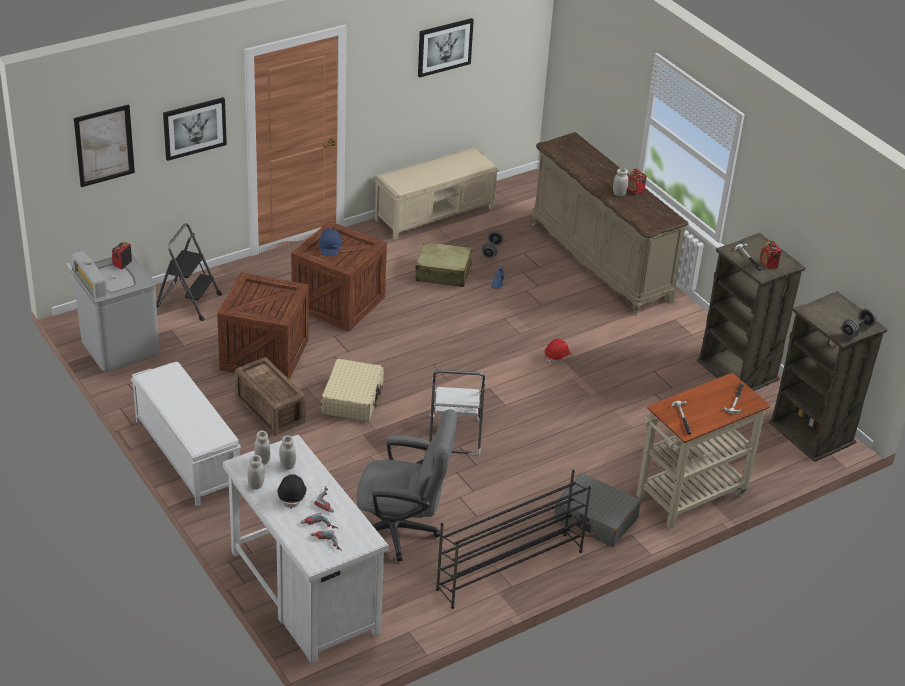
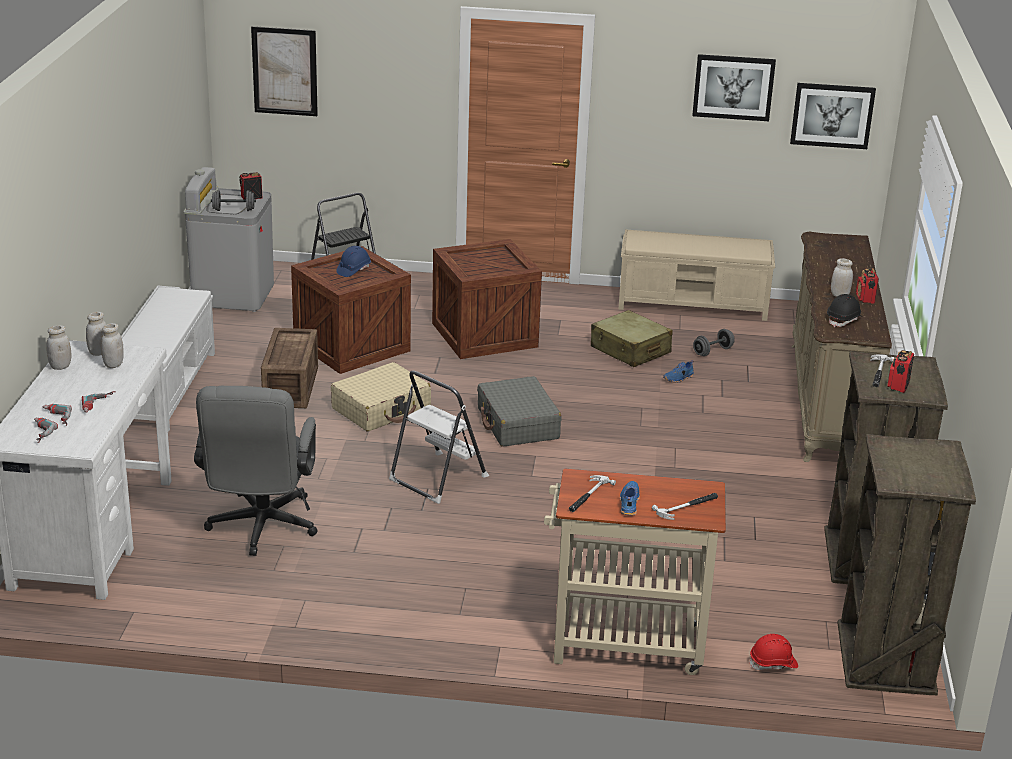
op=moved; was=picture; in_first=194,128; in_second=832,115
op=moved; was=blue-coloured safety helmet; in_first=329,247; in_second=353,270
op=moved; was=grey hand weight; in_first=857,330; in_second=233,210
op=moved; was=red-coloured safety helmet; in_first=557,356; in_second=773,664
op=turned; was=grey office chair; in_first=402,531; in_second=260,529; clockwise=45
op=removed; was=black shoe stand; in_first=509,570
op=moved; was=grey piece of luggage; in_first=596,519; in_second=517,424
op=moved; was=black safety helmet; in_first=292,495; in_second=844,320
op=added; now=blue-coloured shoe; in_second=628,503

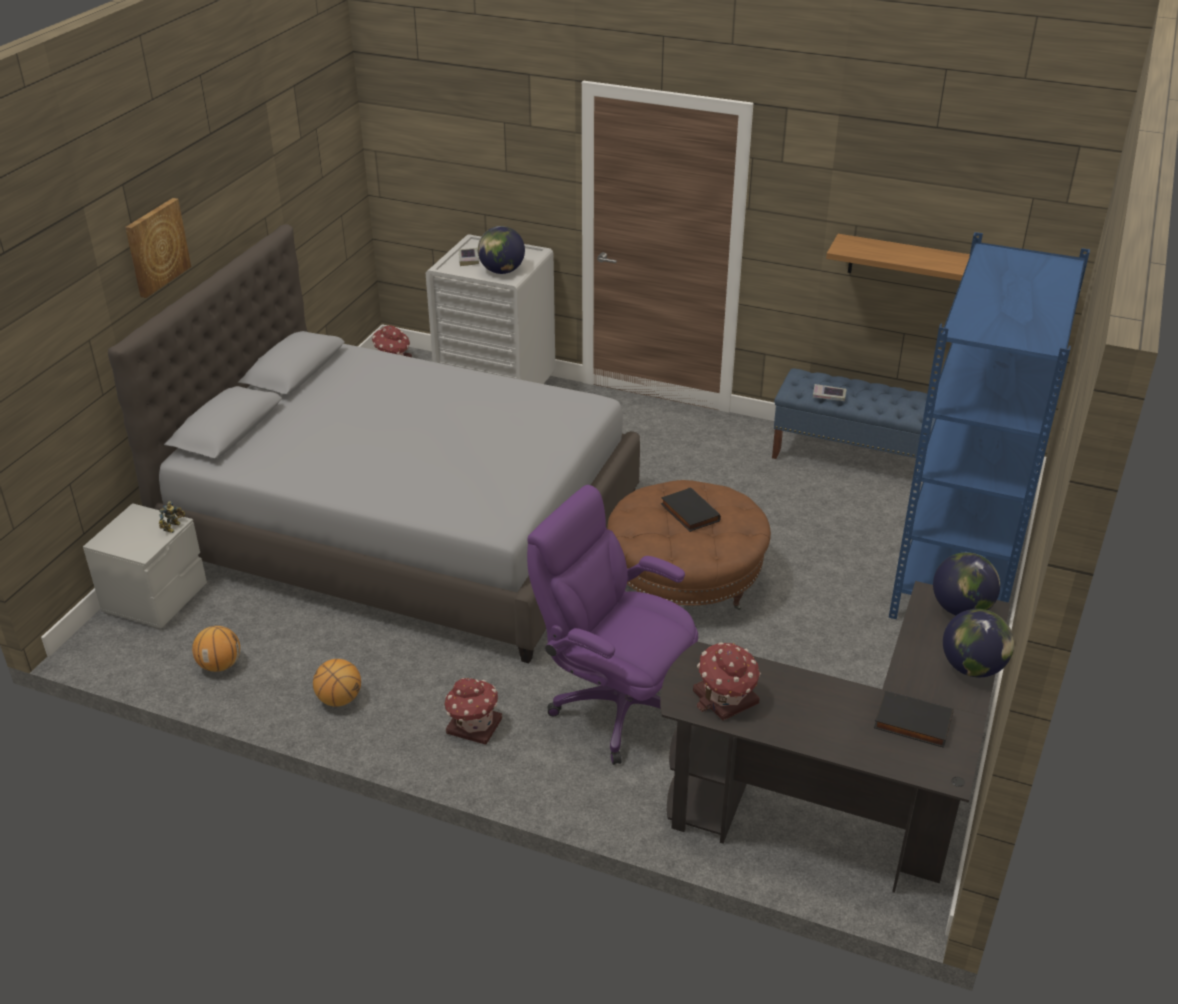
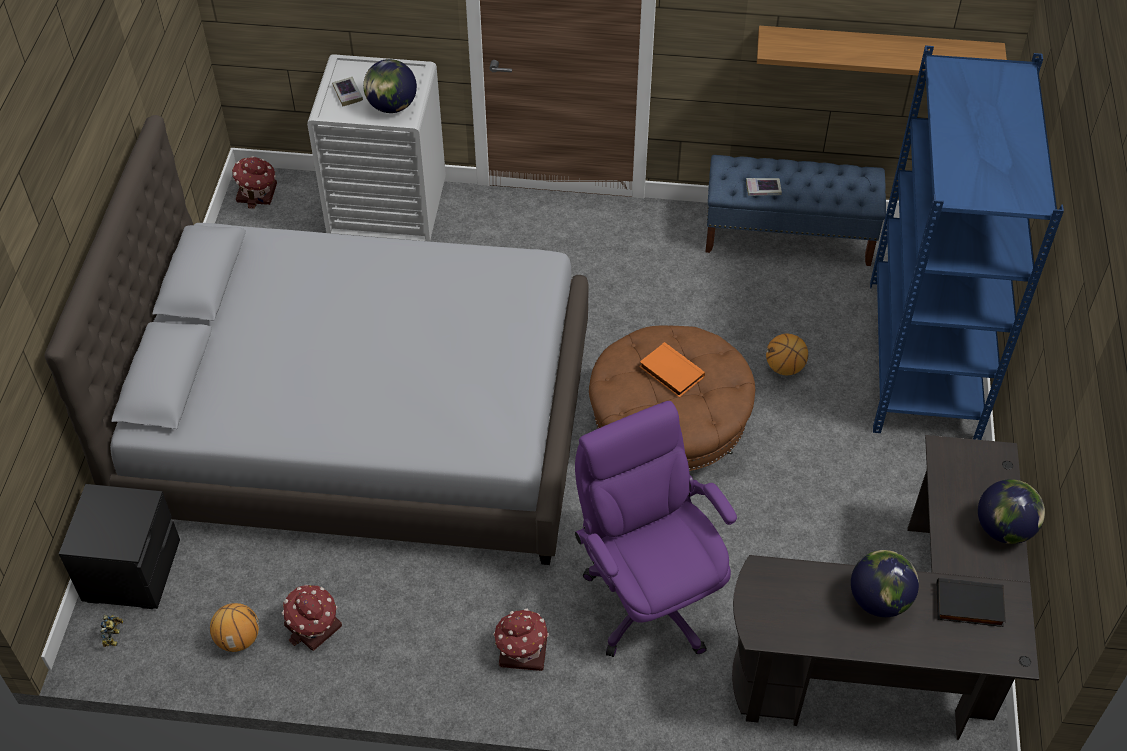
op=removed; was=picture; in_first=156,247
op=turned; was=purplish office chair; in_first=615,703; in_second=648,593; clockwise=45
op=recoloured; was=black volume; now=orange-coloured volume; in_first=688,513; in_second=670,372
op=moved; was=toy robot; in_first=173,527; in_second=114,637
op=recoloured; was=whitish bedside table; now=black bedside table; in_first=154,598; in_second=130,571
op=moved; was=globe; in_first=961,609; in_second=879,600
op=moved; was=miniature house; in_first=726,698; in_second=314,627
op=moved; was=basketball; in_first=339,699; in_second=784,367

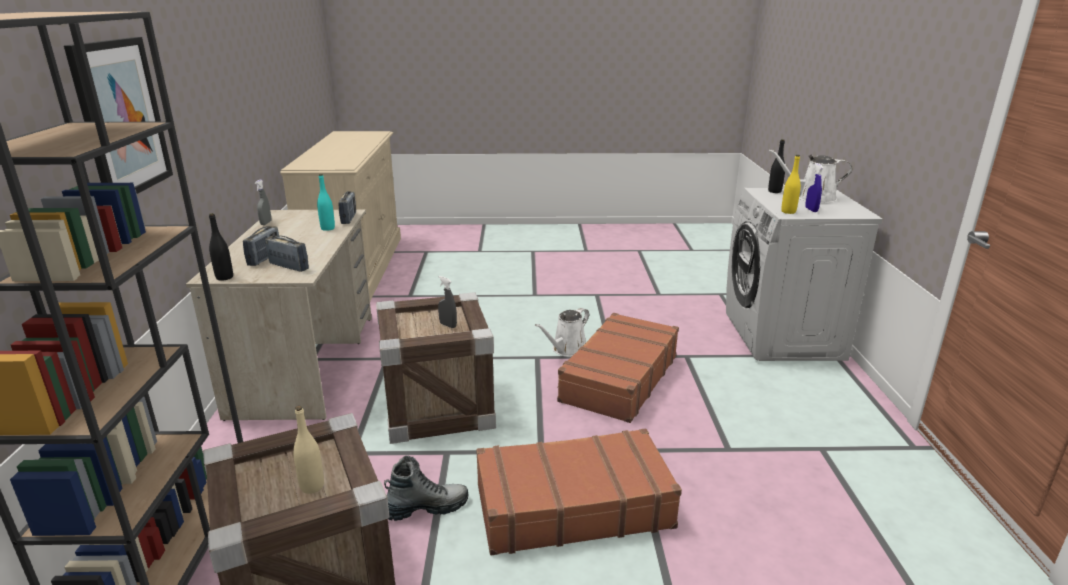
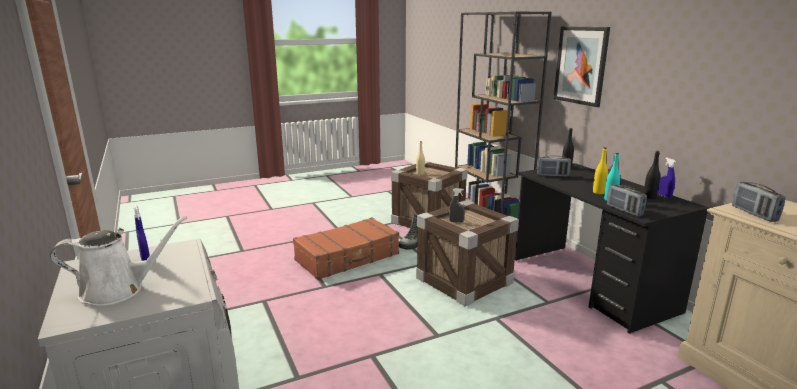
op=moved; was=black bottle; in_first=774,191; in_second=649,197
op=moved; was=yellow-coloured bottle; in_first=788,212; in_second=598,192
op=recoloured; was=grey sprayer; now=blue-coloured sprayer; in_first=266,223; in_second=664,196
op=recoloured; was=beige desk; now=black desk; in_first=306,363; in_second=591,284
op=moved; was=radio receiver; in_first=264,258; in_second=754,214
op=removed; was=whitish sprinkling can; in_first=567,350
op=removed; was=brown piece of luggage; in_first=618,378

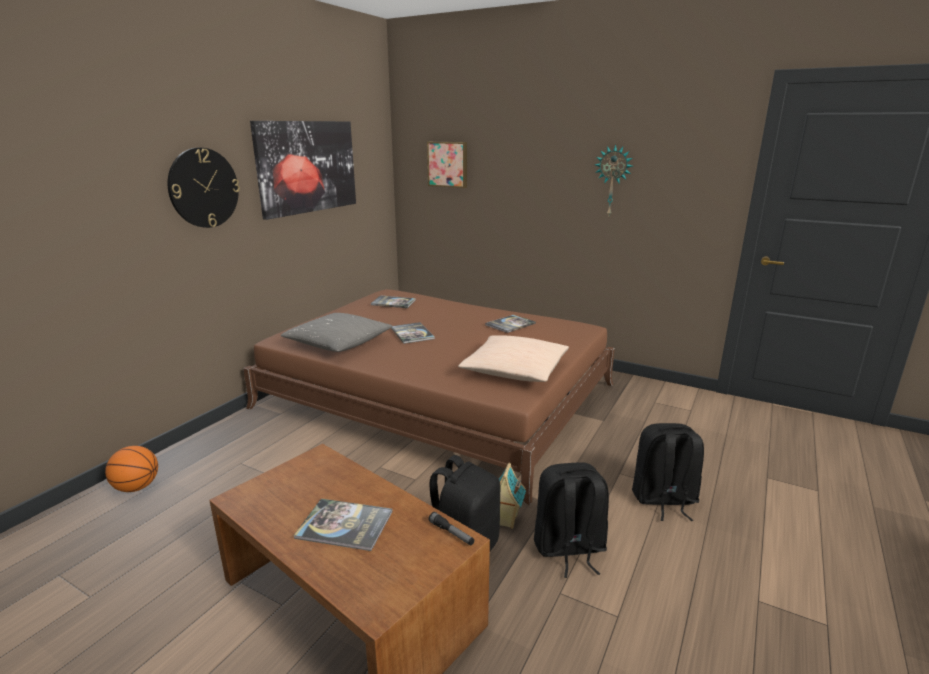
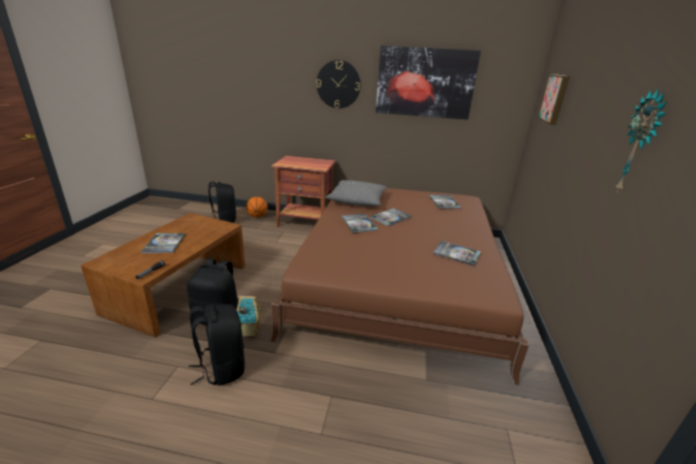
op=removed; was=beige throw pillow; in_first=515,370
op=moved; was=black backpack; in_first=663,500; in_second=224,220
op=added; now=bedside table; in_second=305,222
op=added; now=volume; in_second=359,223

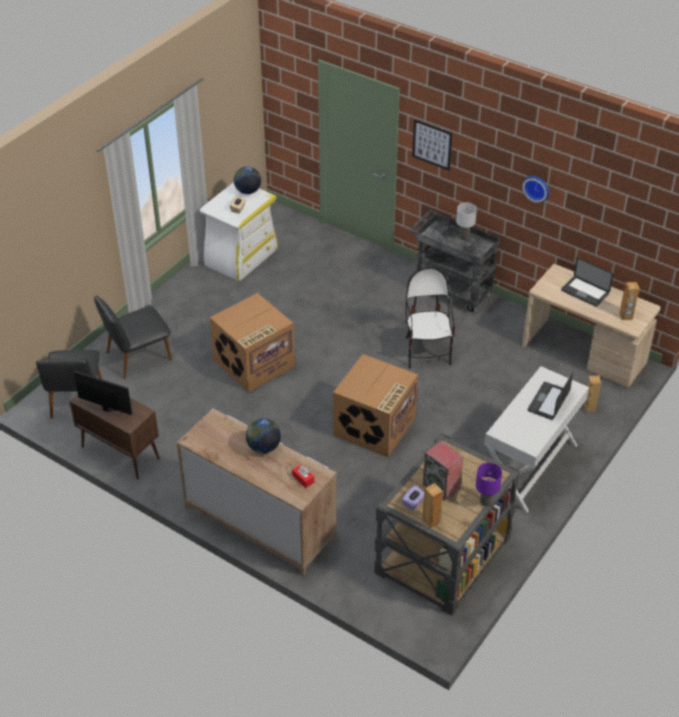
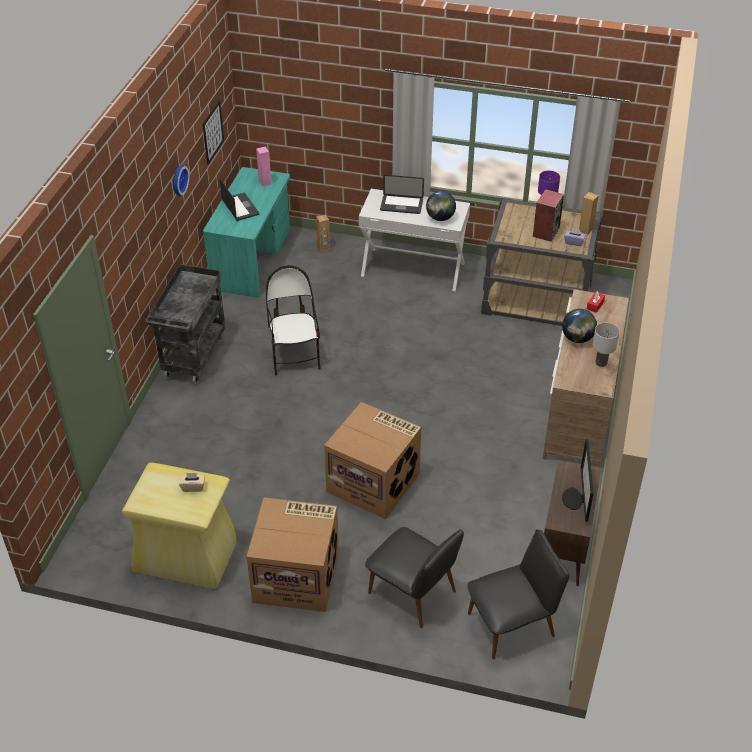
op=moved; was=picture; in_first=432,144; in_second=213,132
op=moved; was=globe; in_first=247,191; in_second=440,218
op=recoloured; was=whitish bedside table; now=yellow-coloured bedside table; in_first=242,257; in_second=185,555
op=moved; was=whitish table lamp; in_first=463,237; in_second=601,364
op=turned; was=laptop; in_first=585,292; in_second=240,207; clockwise=-45
op=recoloured; was=beige desk; now=turquoise-coloured desk; in_first=584,353; in_second=252,259
op=turned; was=plain chair; in_first=427,352; in_second=294,357; clockwise=105
op=recoloured; was=brown audio speaker; now=pink audio speaker; in_first=626,316; in_second=265,182
op=moved; was=packing box; in_first=375,427; in_second=297,576

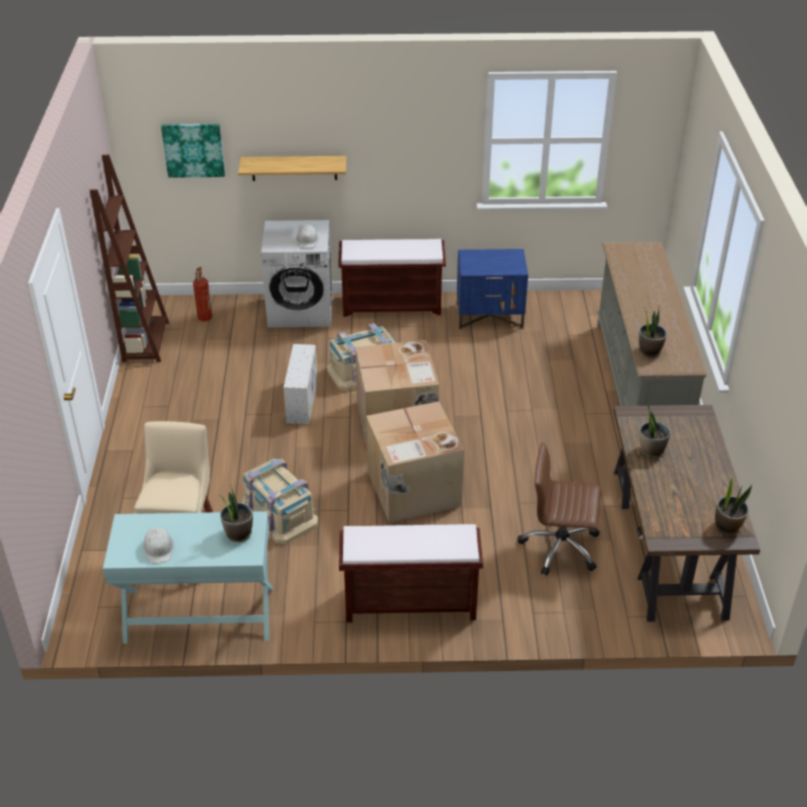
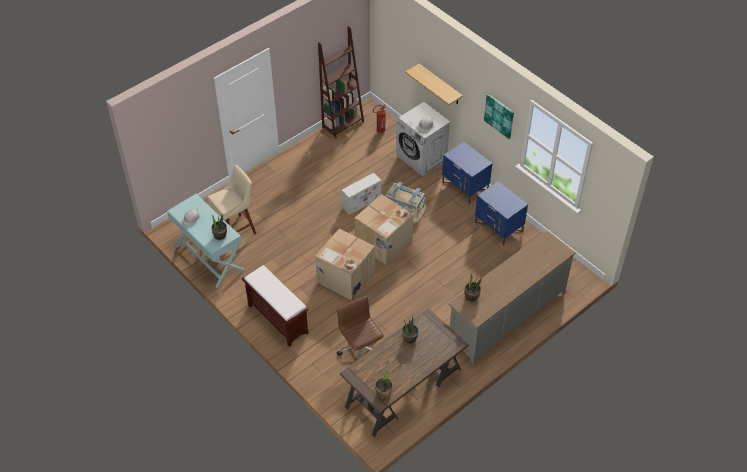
op=moved; was=picture; in_first=193,149; in_second=499,115
op=replaced; was=brown long seat; now=blue-coloured bedside table; in_first=393,305; in_second=465,186
op=removed; was=beige storage box; in_first=279,514

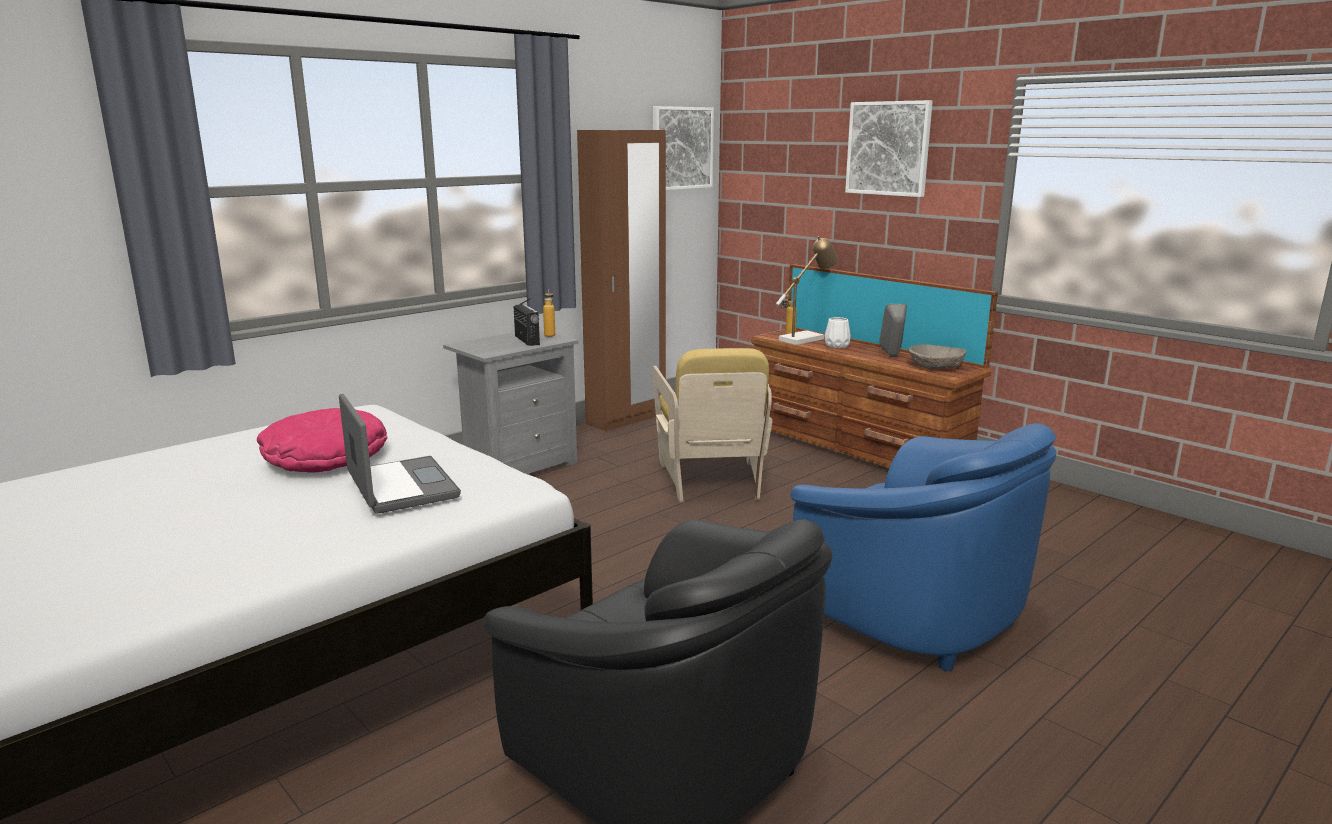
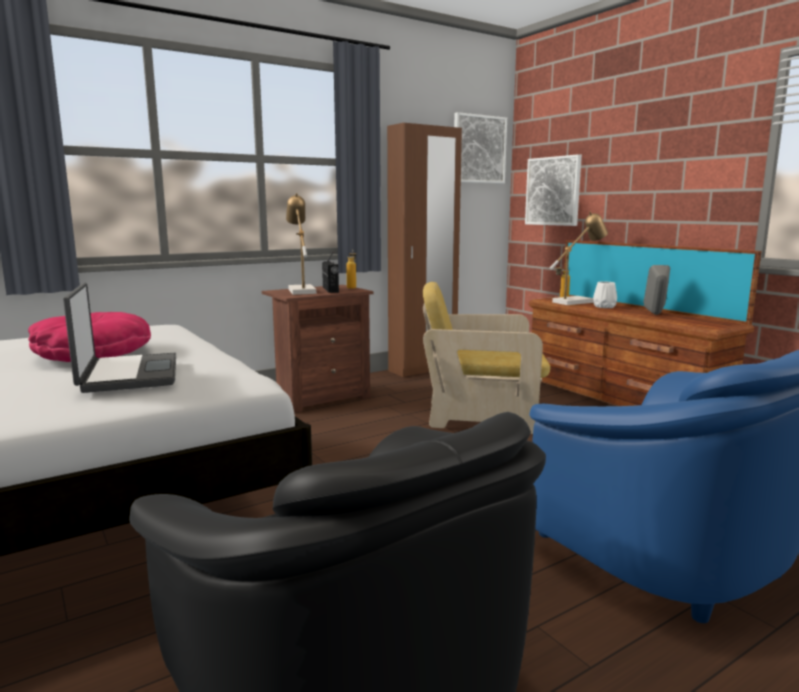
op=moved; was=picture; in_first=888,148; in_second=553,191
op=recoloured; was=grey bedside table; now=brown bedside table; in_first=518,466; in_second=321,397
op=removed; was=beige bowl; in_first=935,366
op=turned; was=yellow-coloured armchair; in_first=711,480; in_second=482,417; clockwise=90
op=added; now=table lamp; in_second=300,291

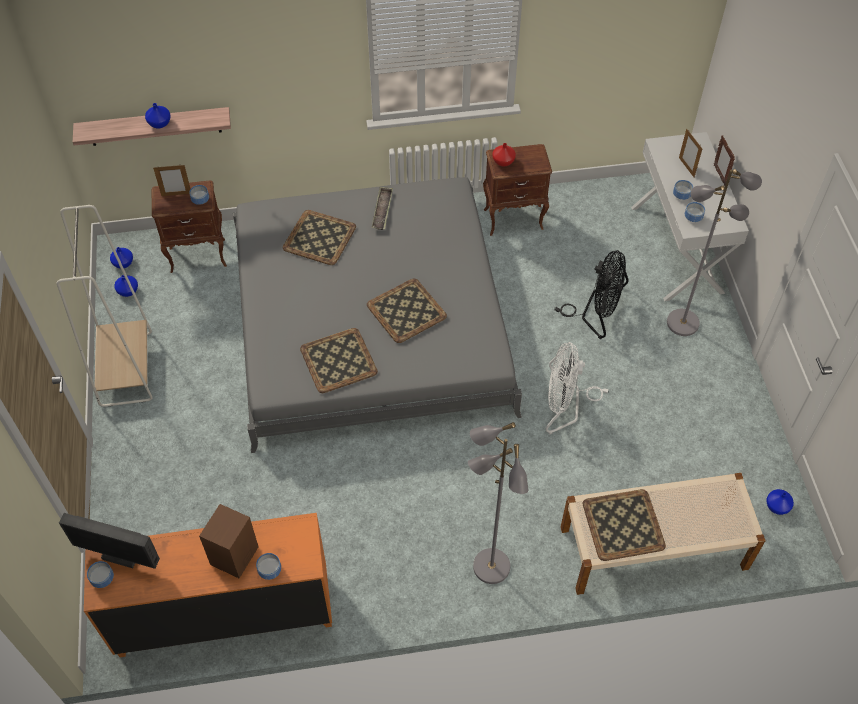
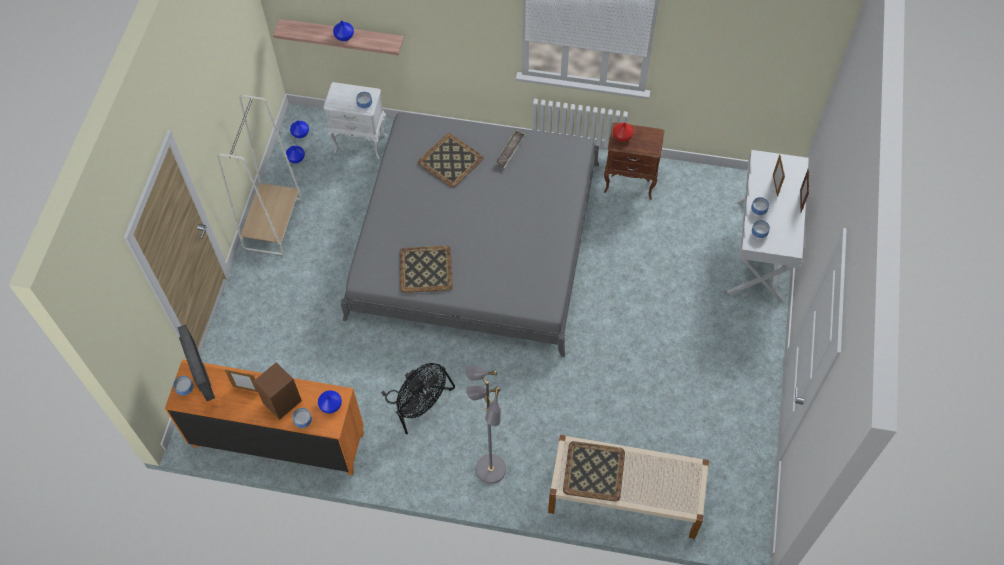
op=moved; was=picture frame; in_first=176,194; in_second=247,389
op=removed; was=grey standard lamp; in_first=683,322
op=recoloured; was=brown bedside table; now=whitish bedside table; in_first=198,255; in_second=360,143
op=moved; was=black electric fan; in_first=596,310; in_second=417,404
op=removed; was=tray; in_first=407,311
op=removed; was=whitish electric fan; in_first=566,401
op=moved; was=blue-coloured vase; in_first=777,506; in_second=331,405
op=turned; was=computer display; in_first=120,557; in_second=202,377; clockwise=-150

